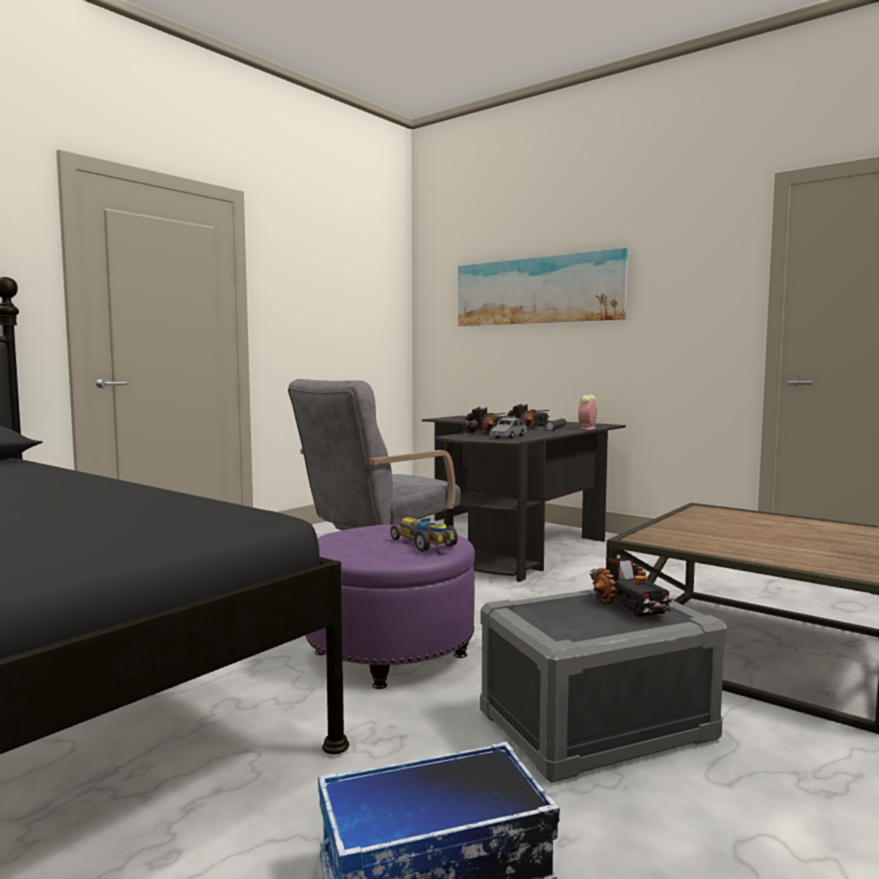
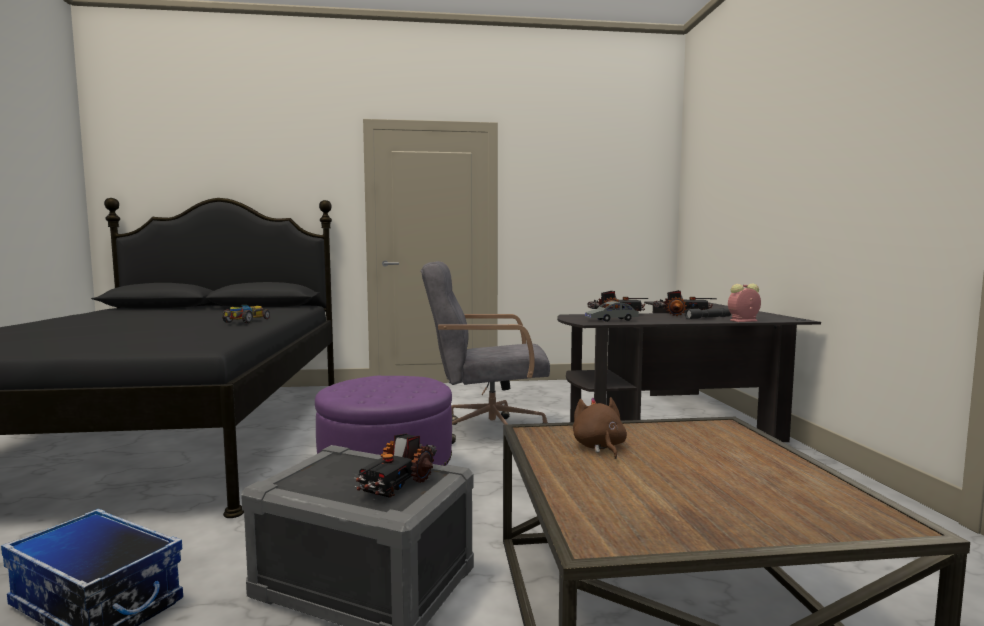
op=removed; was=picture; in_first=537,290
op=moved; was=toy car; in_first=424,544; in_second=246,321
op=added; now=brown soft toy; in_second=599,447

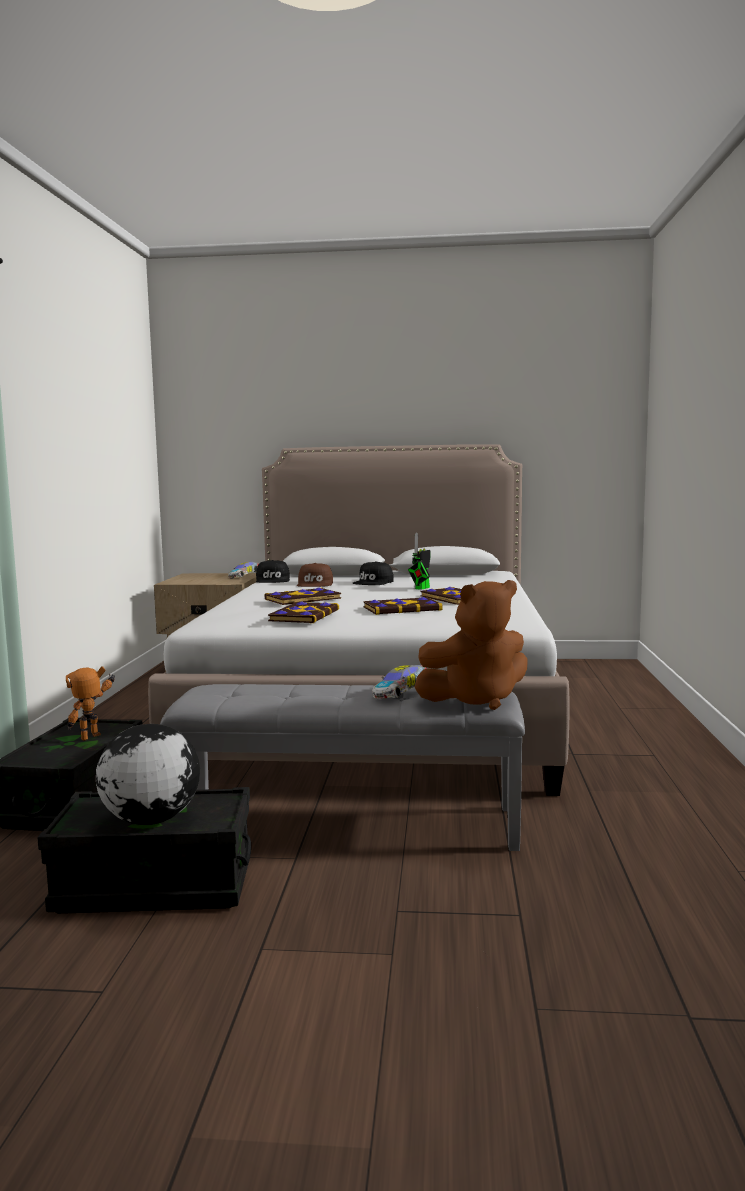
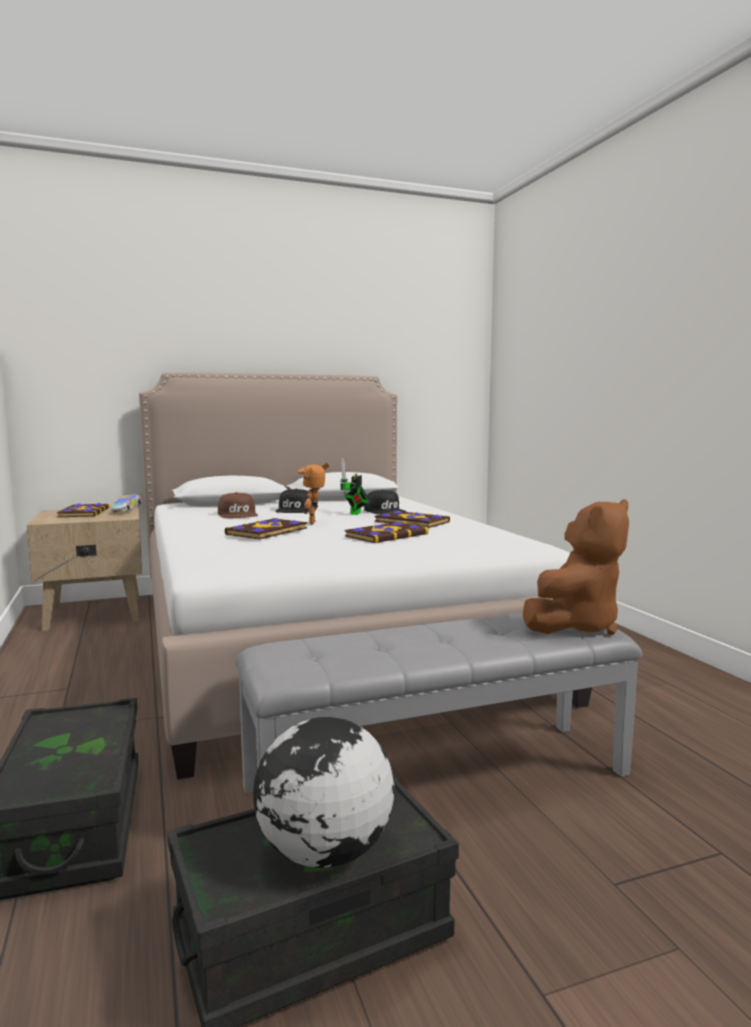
op=moved; was=black baseball cap; in_first=273,580; in_second=385,511
op=moved; was=volume; in_first=303,615; in_second=83,512
op=removed; was=toy car; in_first=401,694
op=moved; was=toy robot; in_first=94,738; in_second=315,523

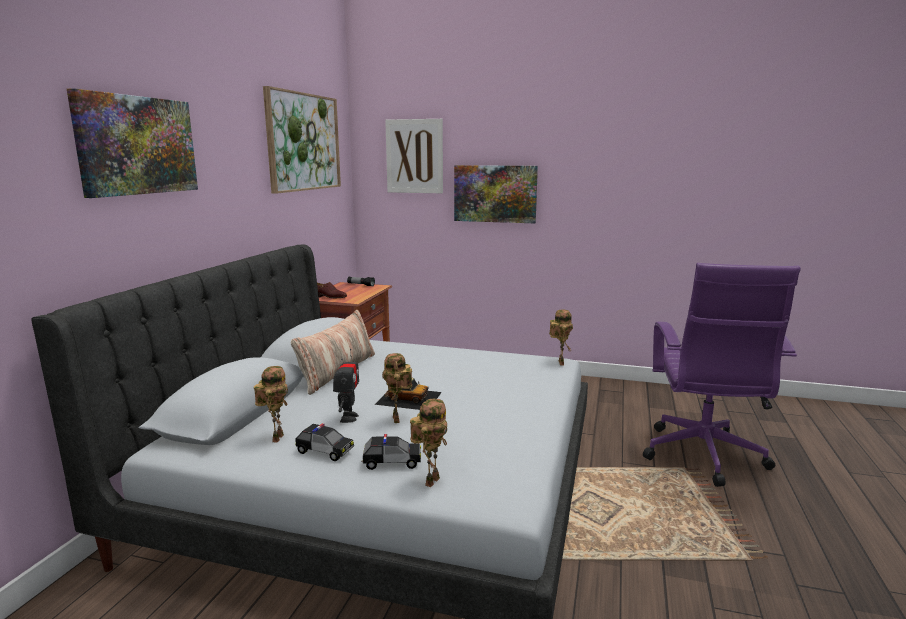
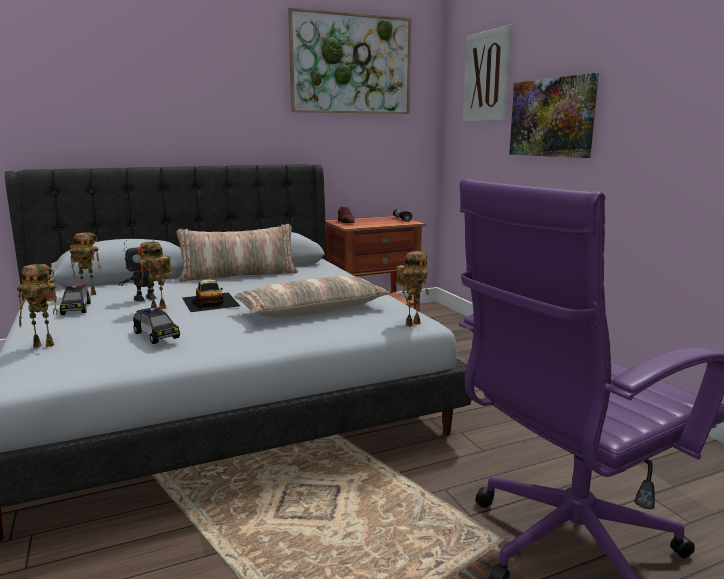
op=removed; was=picture; in_first=137,145
op=moved; was=toy car; in_first=391,462; in_second=156,335
op=added; now=throw pillow; in_second=312,310

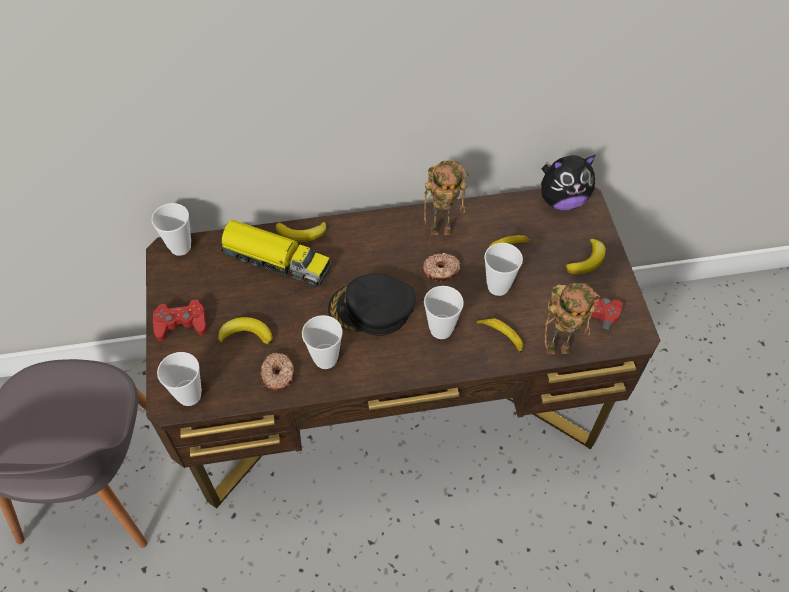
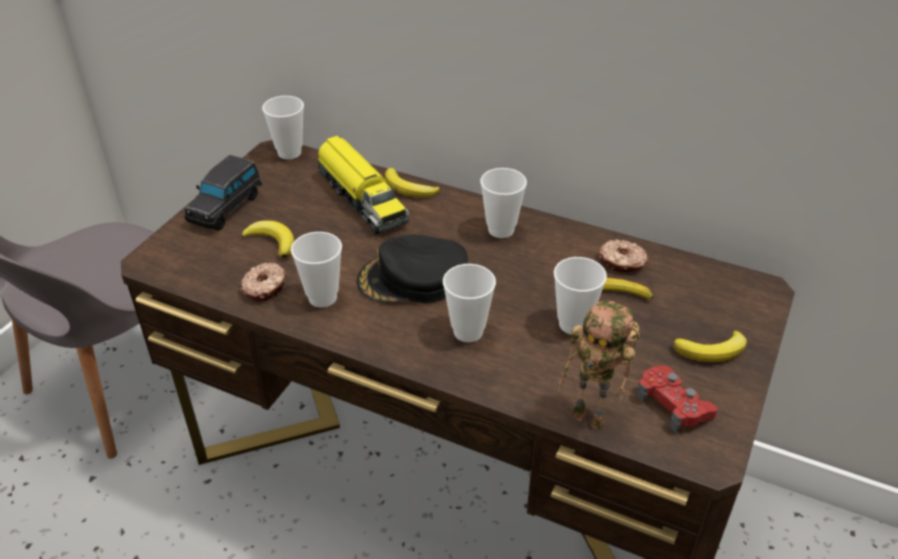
op=removed; was=soft toy; in_first=562,200
op=removed; was=toy robot; in_first=442,230
op=moved; was=doughnut; in_first=441,271; in_second=621,262
op=turned; was=black baseball cap; in_first=371,309; in_second=412,279; clockwise=-45
op=replaced; was=red-coloured gamepad; now=black toy car; in_first=181,324; in_second=226,207
op=removed; was=banana; in_first=501,336
op=moved; was=drinking cup; in_first=189,395; in_second=501,230

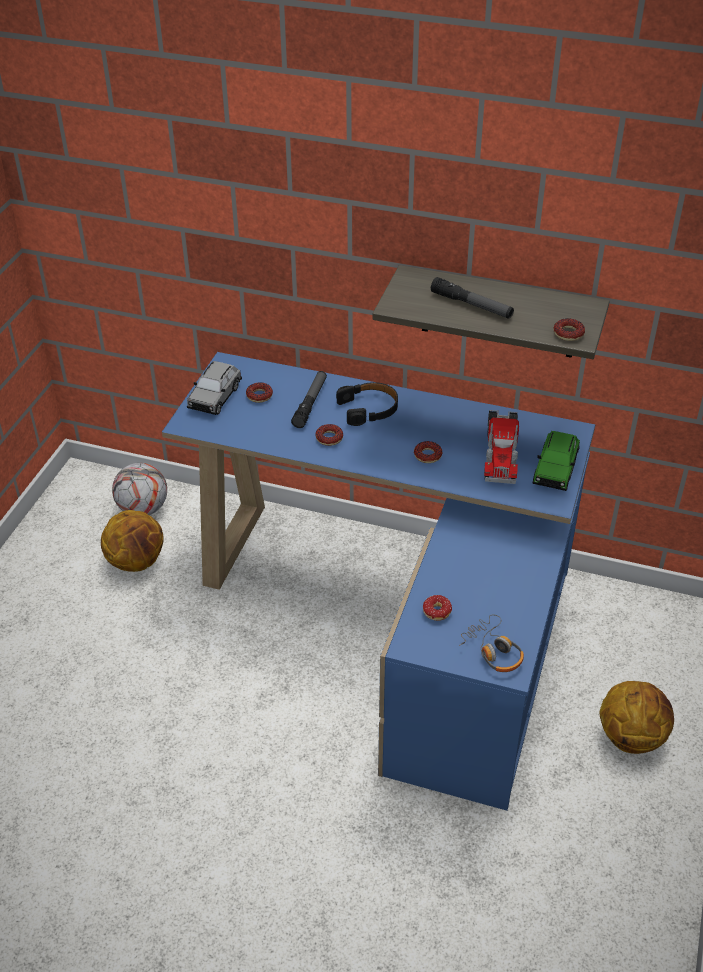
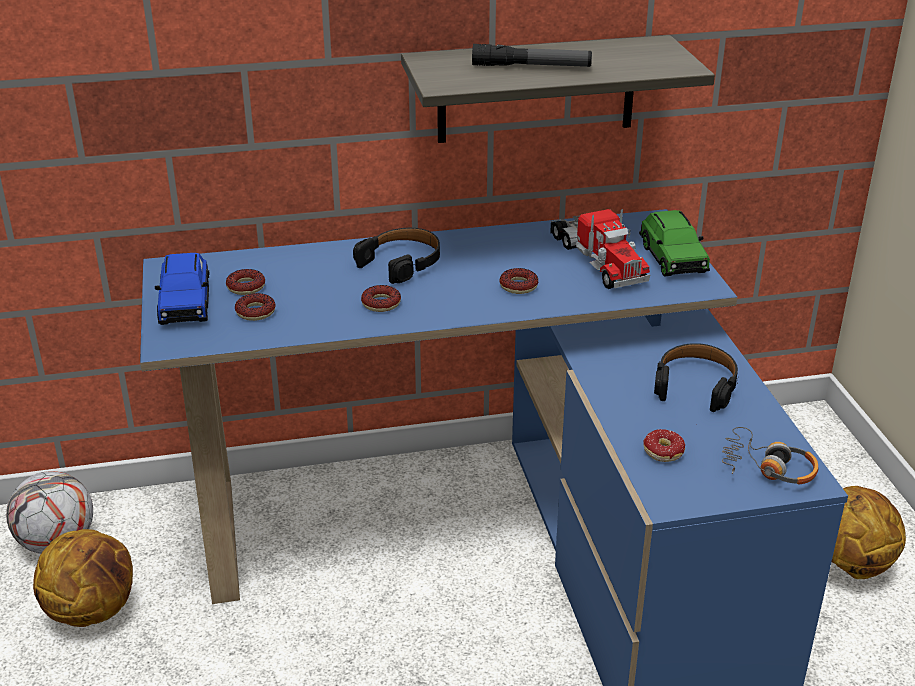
op=moved; was=doughnut; in_first=568,333; in_second=255,312
op=recoloured; was=grey toy car; now=blue-coloured toy car; in_first=215,397; in_second=185,304
op=removed; was=torch; in_first=310,403
op=added; now=black pair of headphones; in_second=695,385

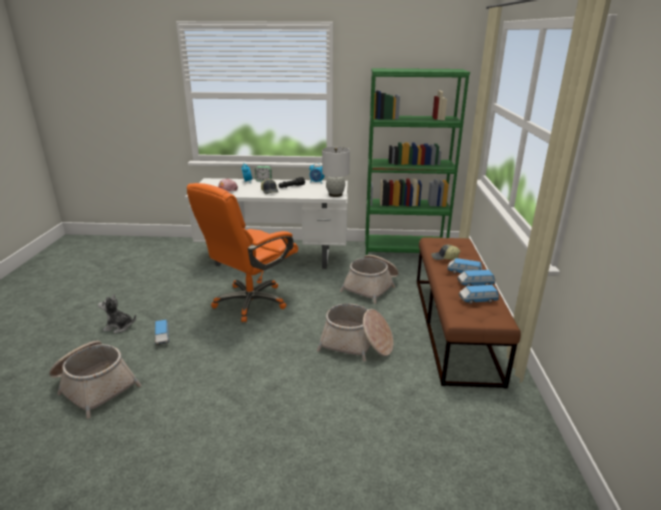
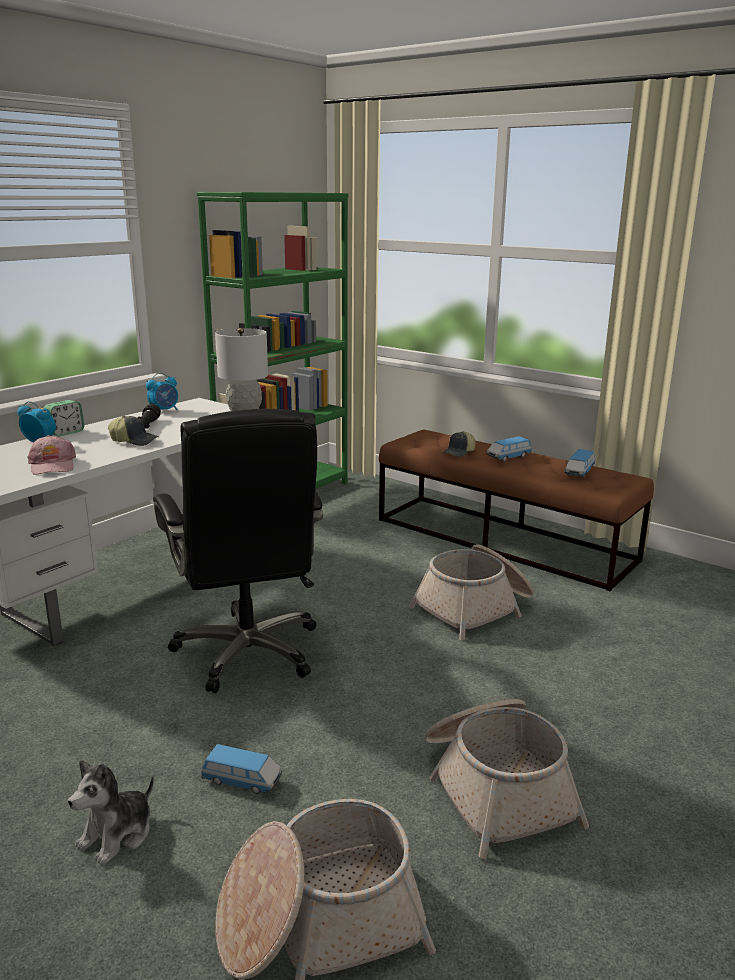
op=recoloured; was=orange-coloured office chair; now=black office chair; in_first=252,301; in_second=247,648
op=moved; was=basket; in_first=371,286; in_second=496,788
op=removed; was=toy car; in_first=475,284

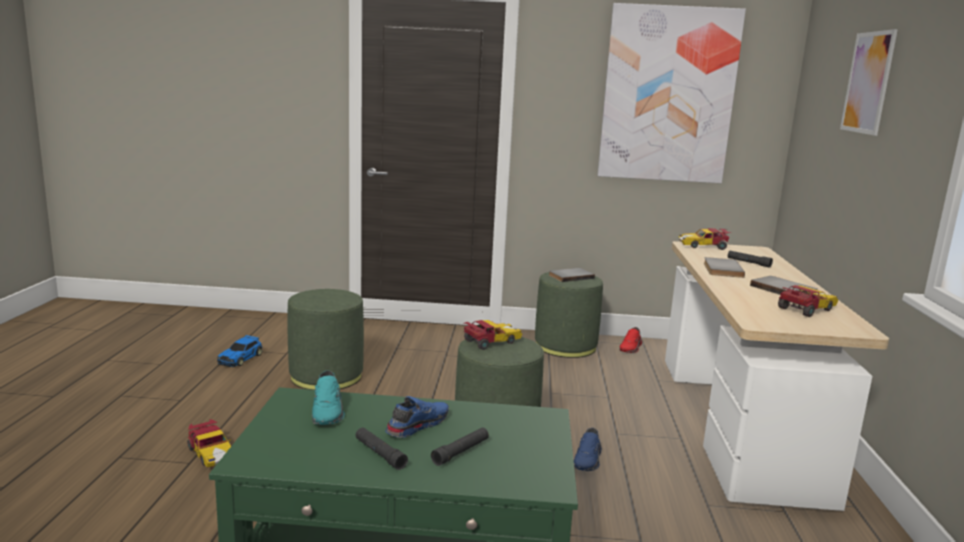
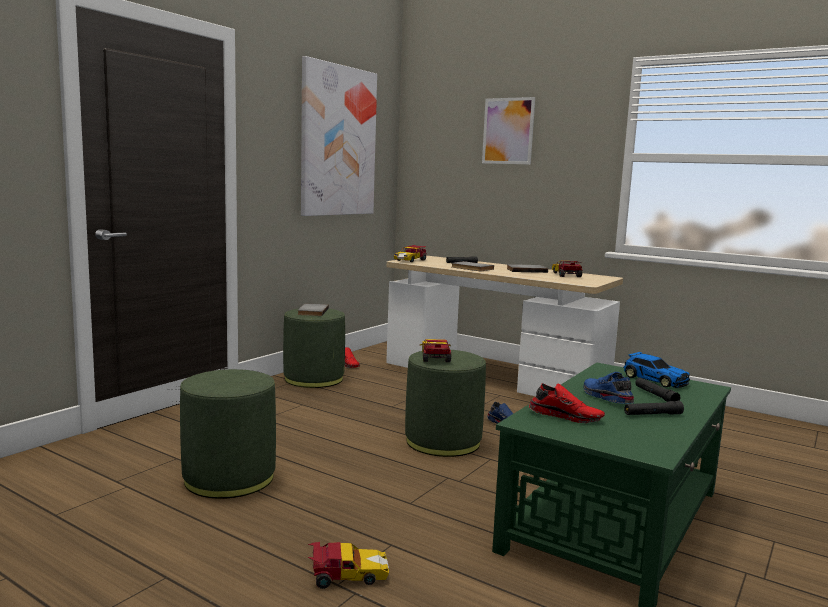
op=moved; was=toy car; in_first=241,358; in_second=654,380
op=recoloured; was=turquoise-coloured shoe; now=red-coloured shoe; in_first=329,412; in_second=566,416

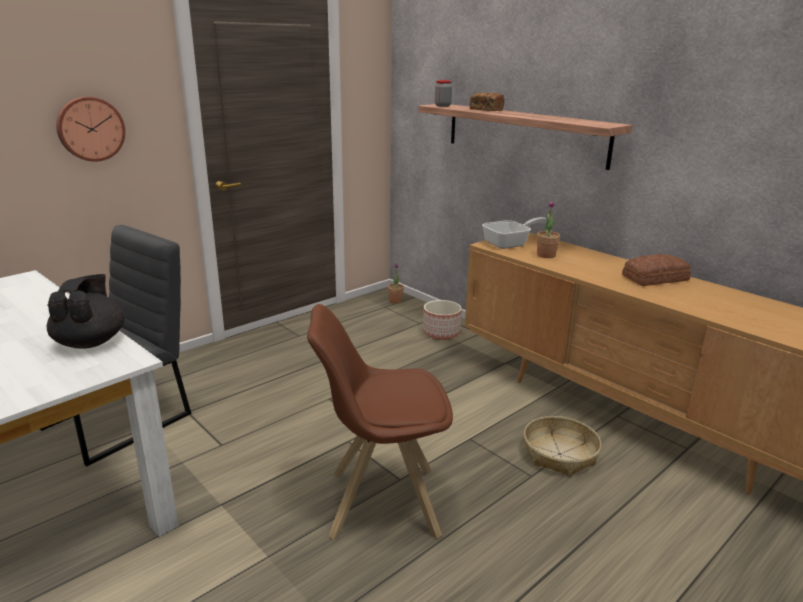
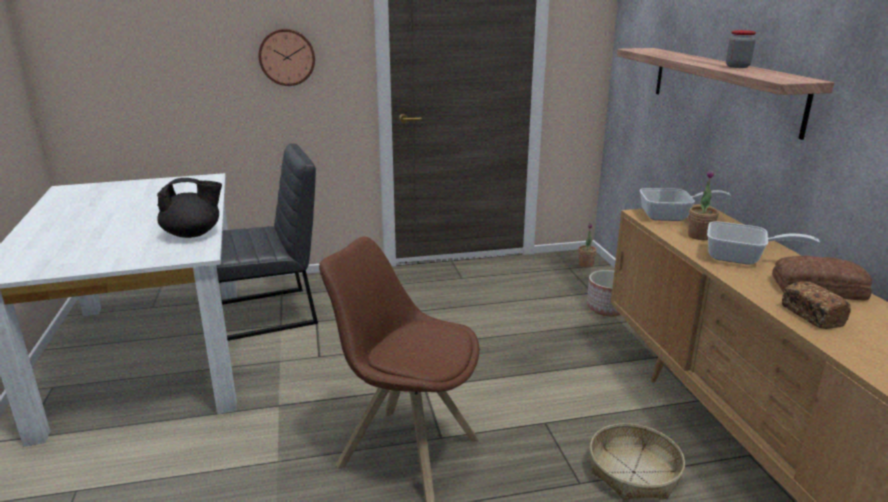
op=moved; was=jar; in_first=442,106; in_second=737,67
op=moved; was=bakery bread; in_first=486,110; in_second=811,315
op=turned; was=black teapot; in_first=91,342; in_second=193,234; clockwise=45
op=added; now=skillet; in_second=742,258

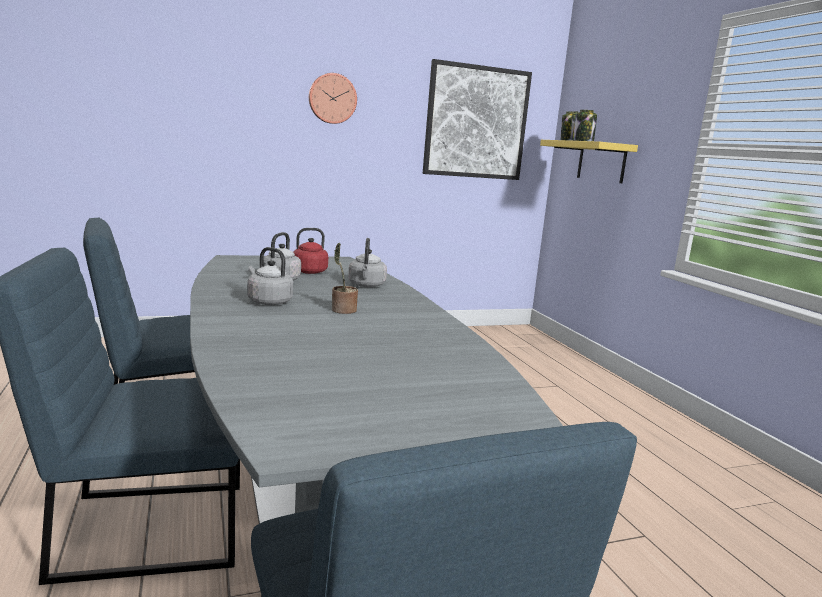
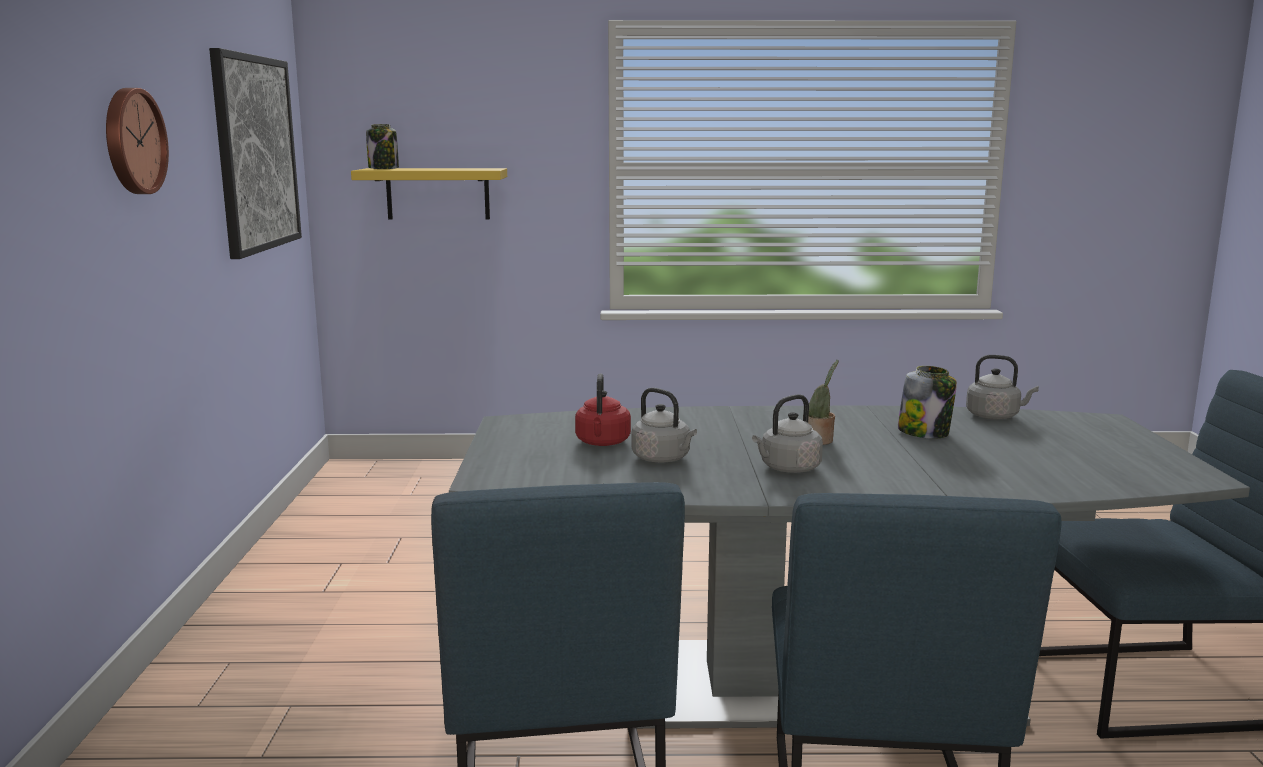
op=moved; was=jar; in_first=583,141; in_second=924,432
op=moved; was=grey kettle; in_first=366,285; in_second=995,416

